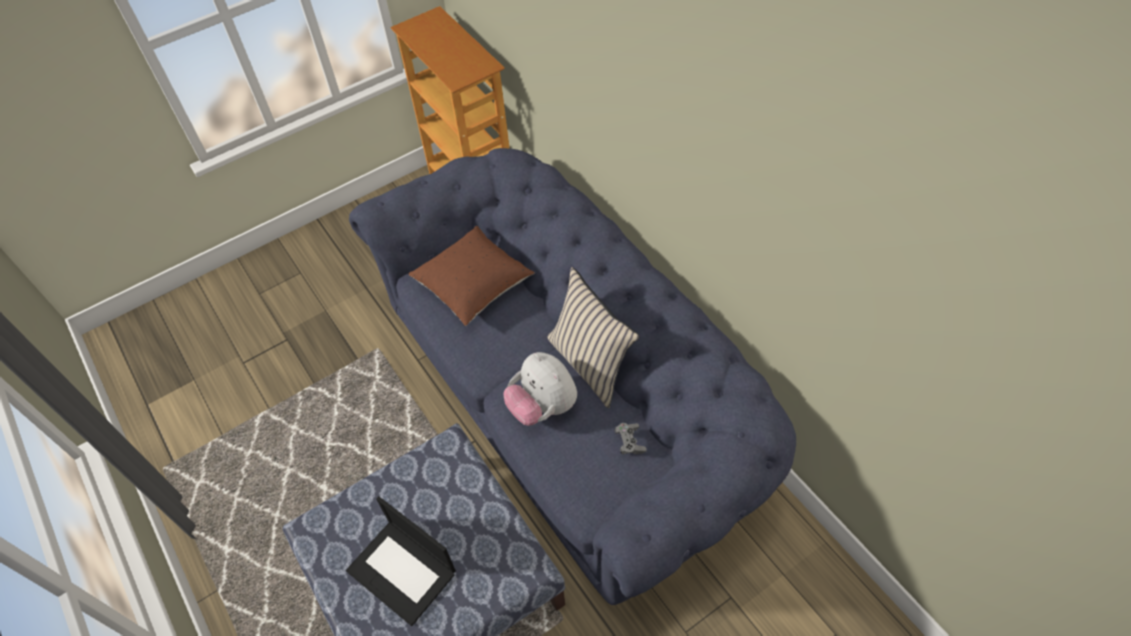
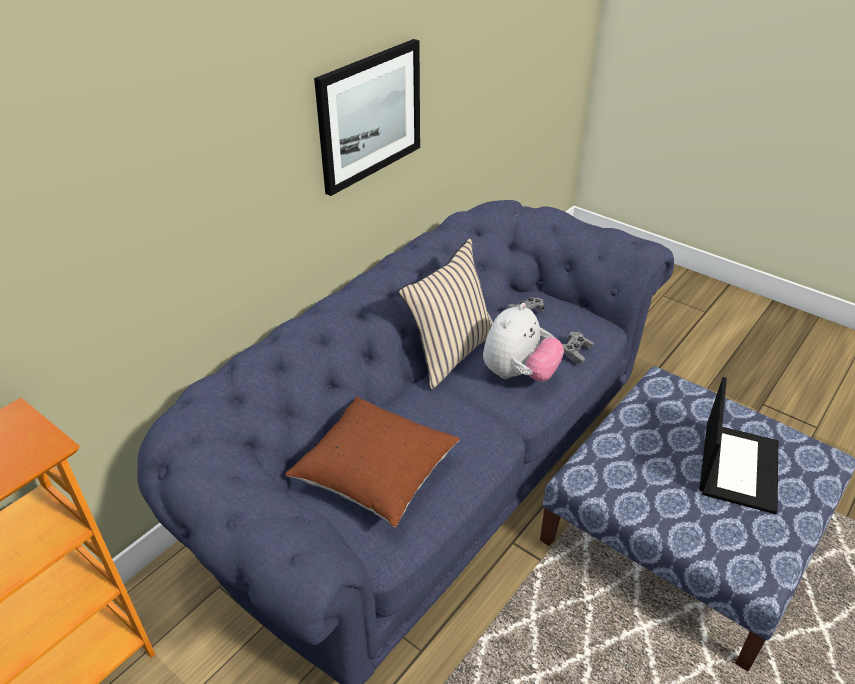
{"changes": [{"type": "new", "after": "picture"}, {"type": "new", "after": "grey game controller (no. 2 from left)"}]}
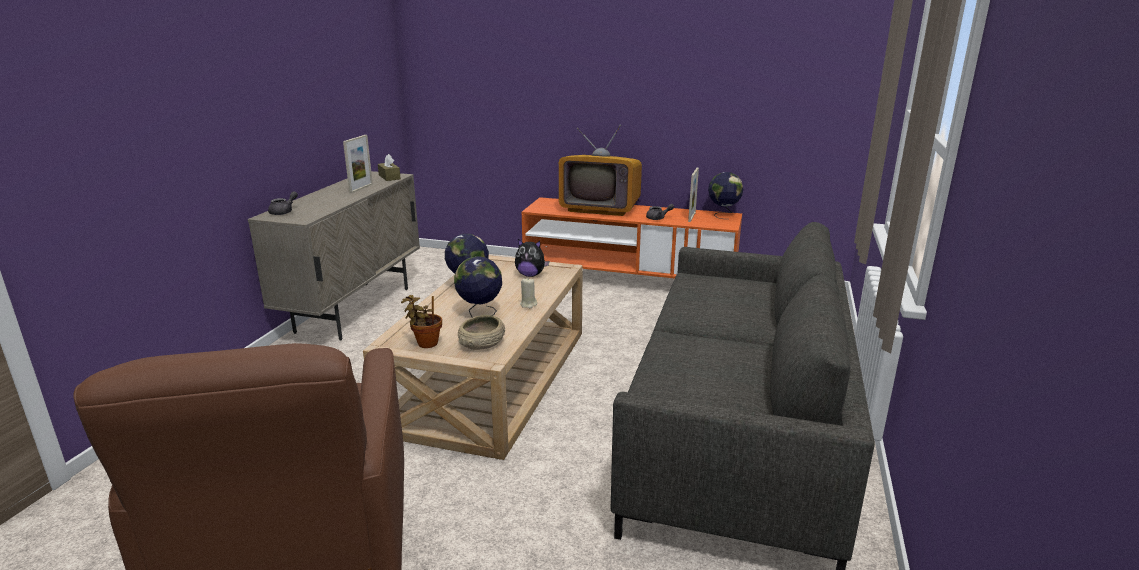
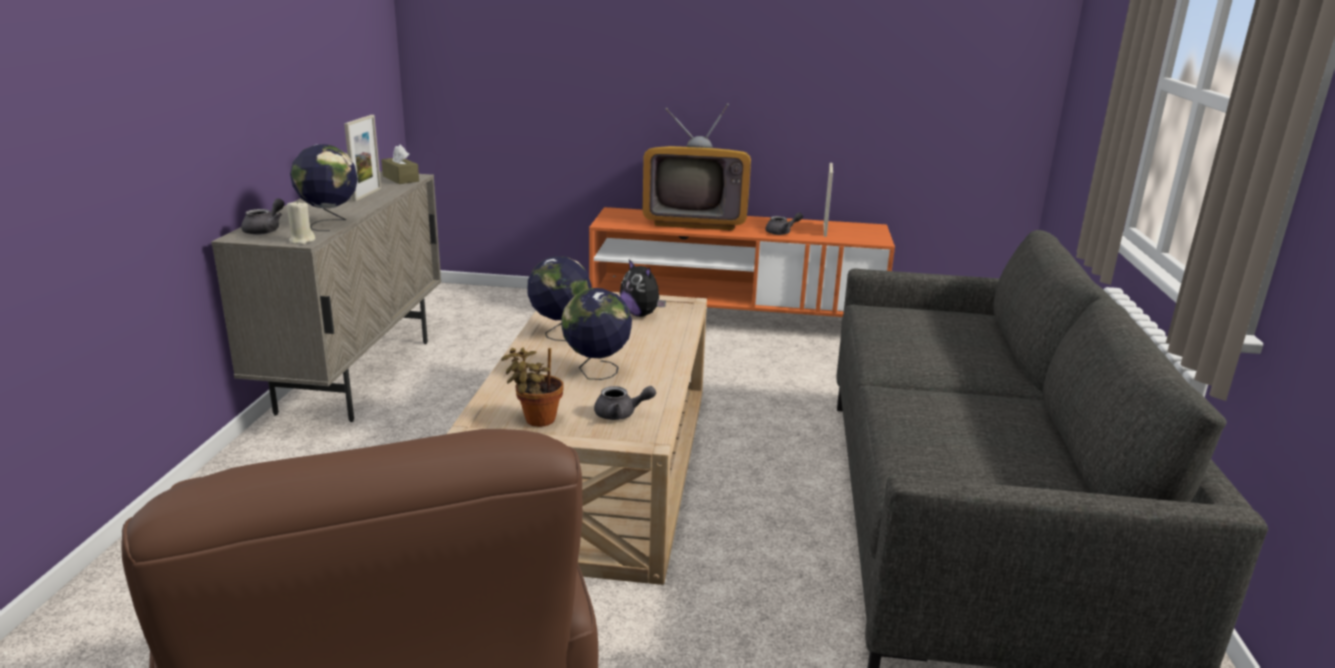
{"changes": [{"type": "shifted", "before": "globe (no. 3 from left in the first image)", "after": "globe (no. 1 from left)"}, {"type": "rotated", "before": "plush toy", "turn": 45}, {"type": "shifted", "before": "beige candle"}, {"type": "swapped", "before": "beige bowl", "after": "grey teapot (no. 2 from left)"}]}
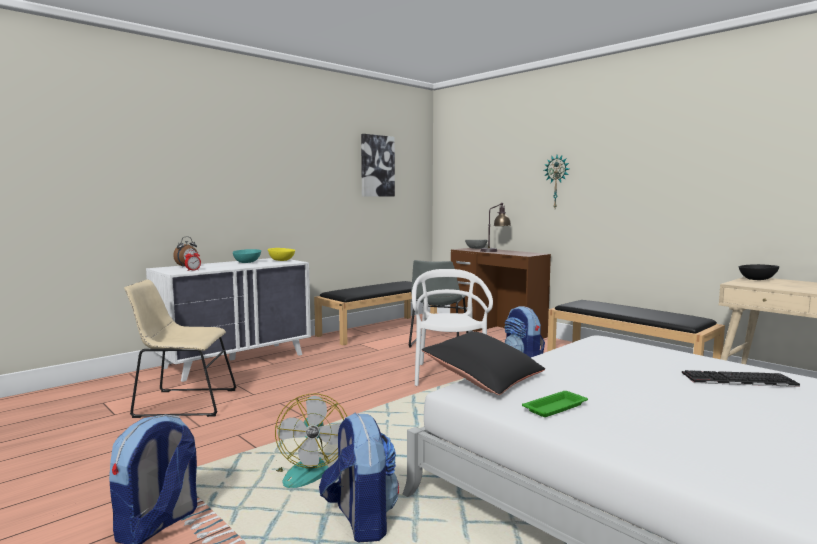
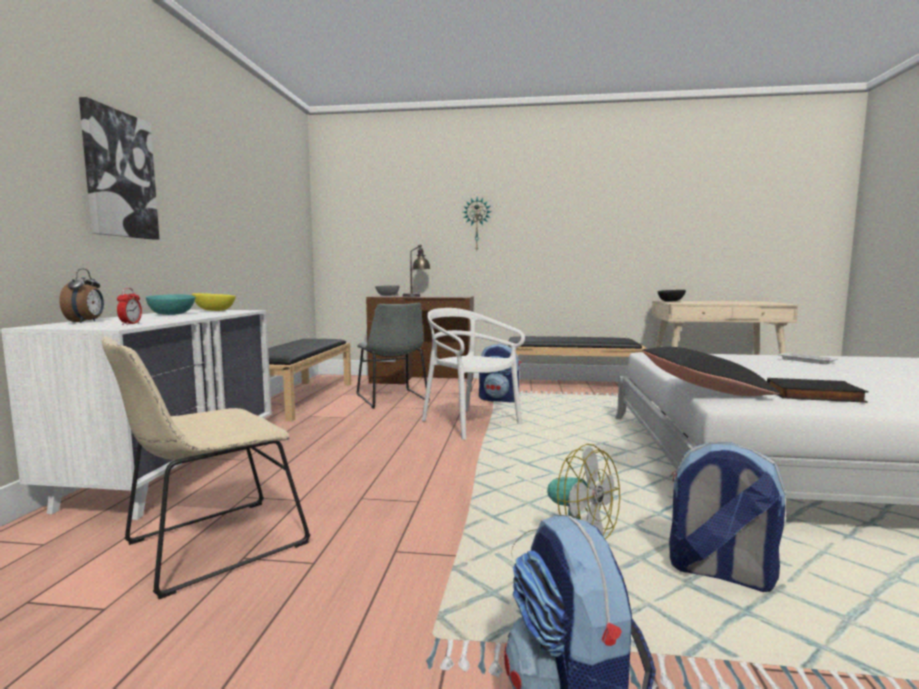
{"changes": [{"type": "shifted", "before": "picture"}, {"type": "swapped", "before": "keyboard", "after": "white tray"}, {"type": "swapped", "before": "green tray", "after": "black book"}]}
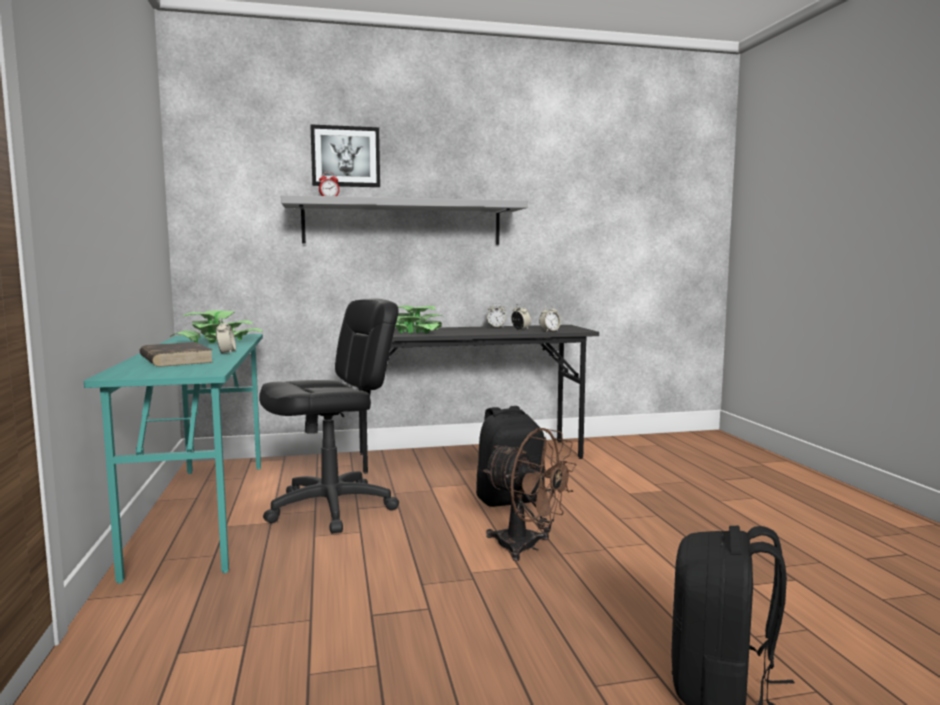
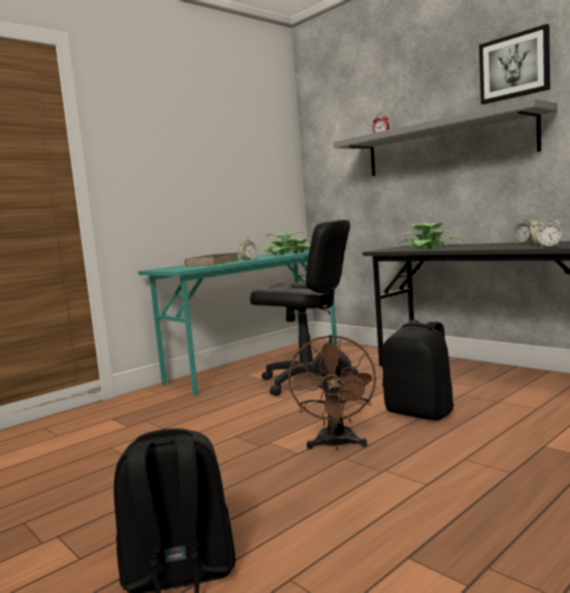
{"changes": [{"type": "shifted", "before": "picture"}]}
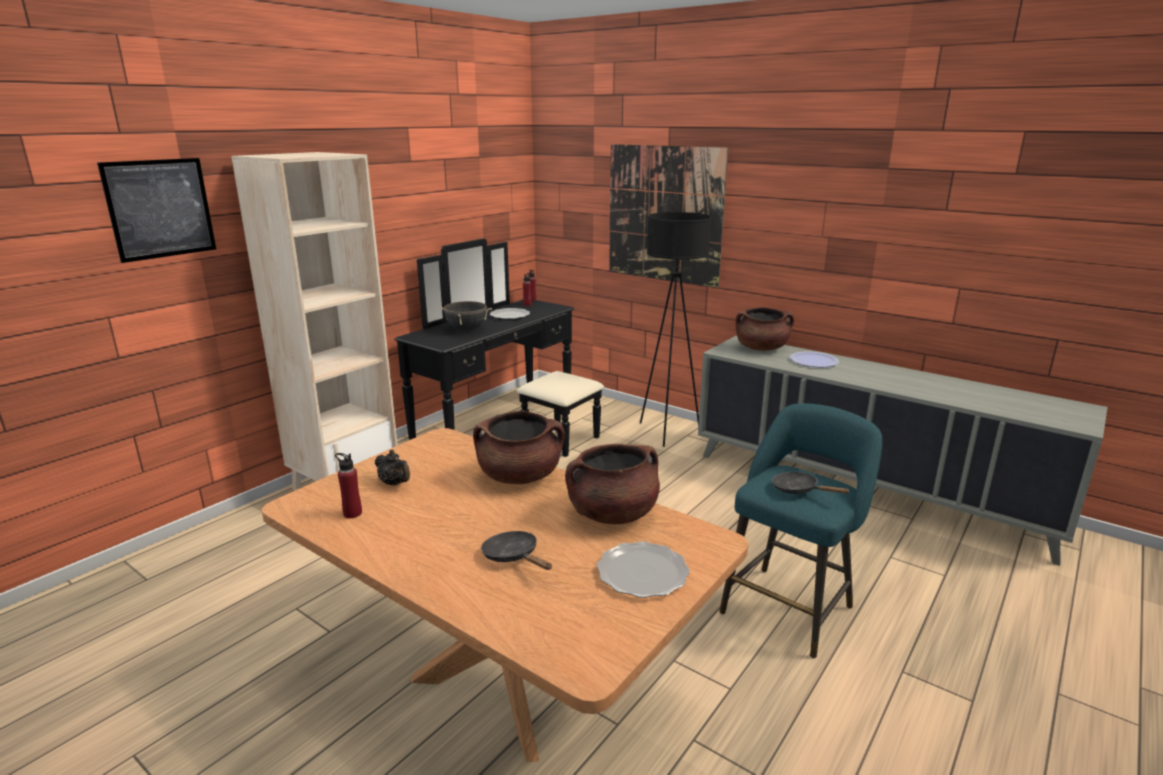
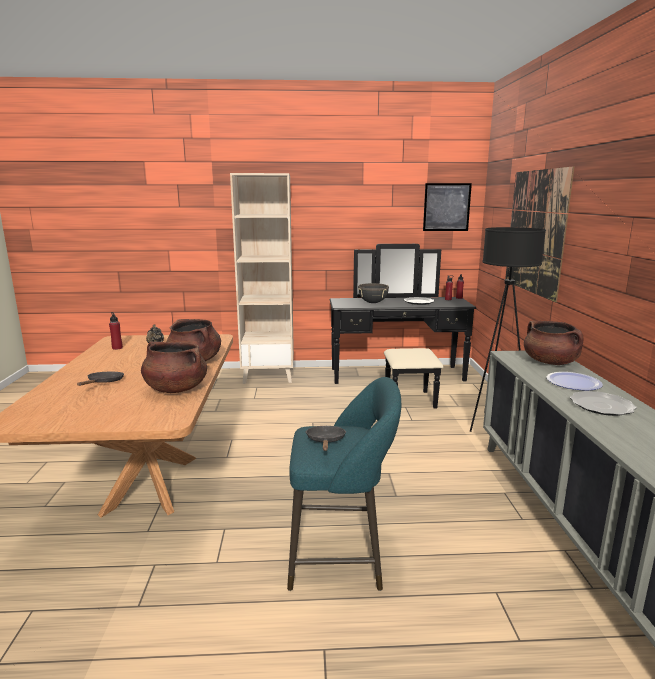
{"changes": [{"type": "shifted", "before": "picture (no. 1 from left)"}, {"type": "shifted", "before": "plate (no. 2 from left in the first image)", "after": "plate (no. 3 from left)"}]}
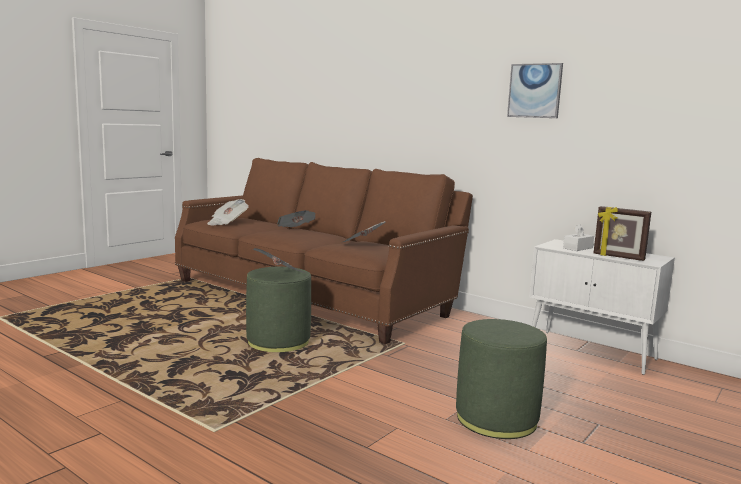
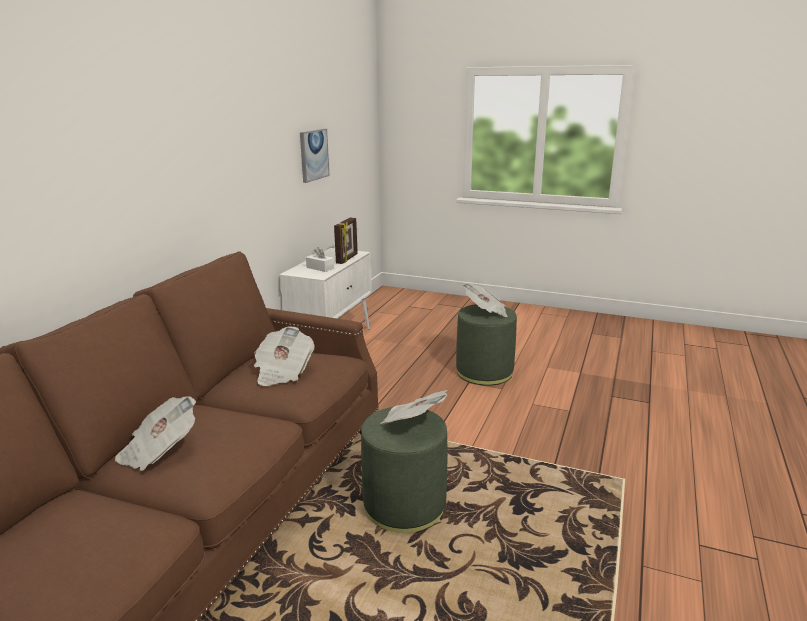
{"changes": [{"type": "shifted", "before": "picture"}, {"type": "shifted", "before": "newspaper (no. 1 from left in the first image)", "after": "newspaper (no. 4 from left)"}]}
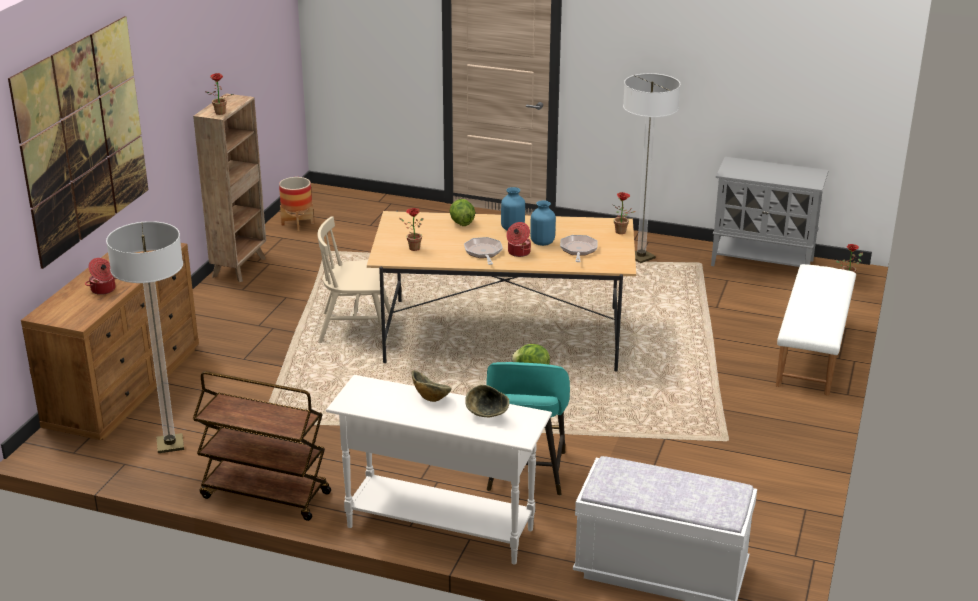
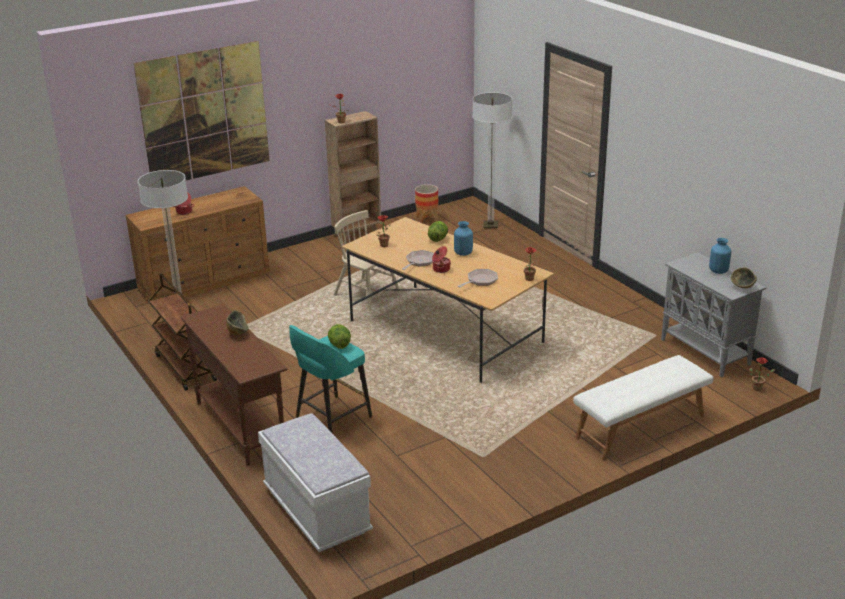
{"changes": [{"type": "shifted", "before": "floor lamp (no. 2 from left)"}, {"type": "shifted", "before": "blue vase (no. 2 from left)"}, {"type": "repainted", "before": "white console table", "after": "brown console table"}, {"type": "shifted", "before": "bowl (no. 2 from left)"}]}
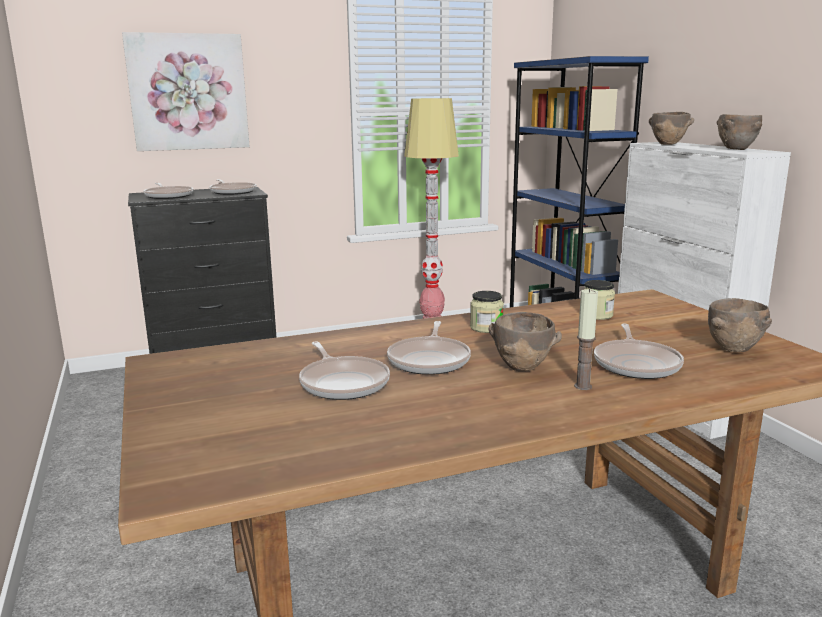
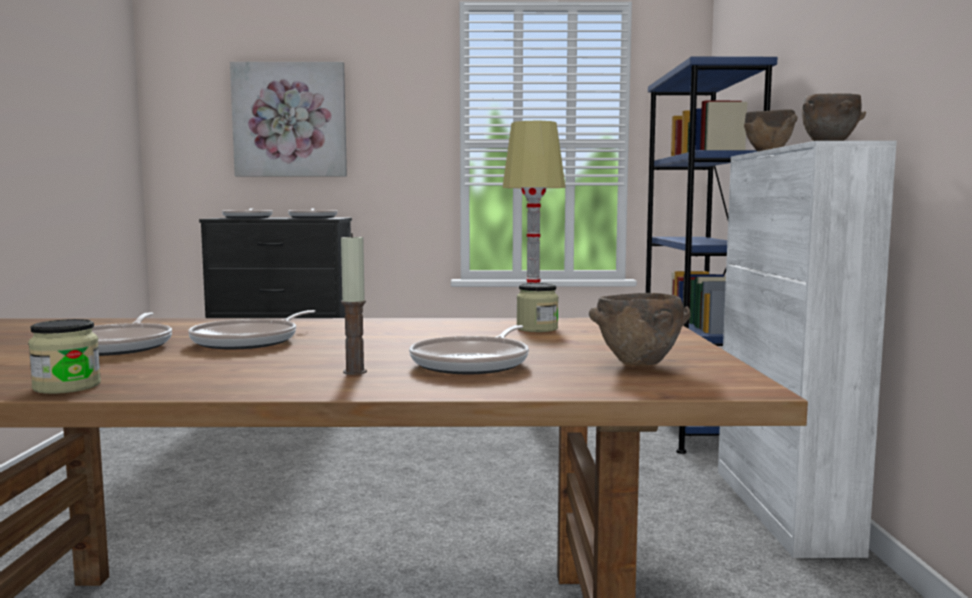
{"changes": [{"type": "shifted", "before": "jar (no. 1 from left)"}, {"type": "gone", "before": "brown bowl (no. 1 from left)"}]}
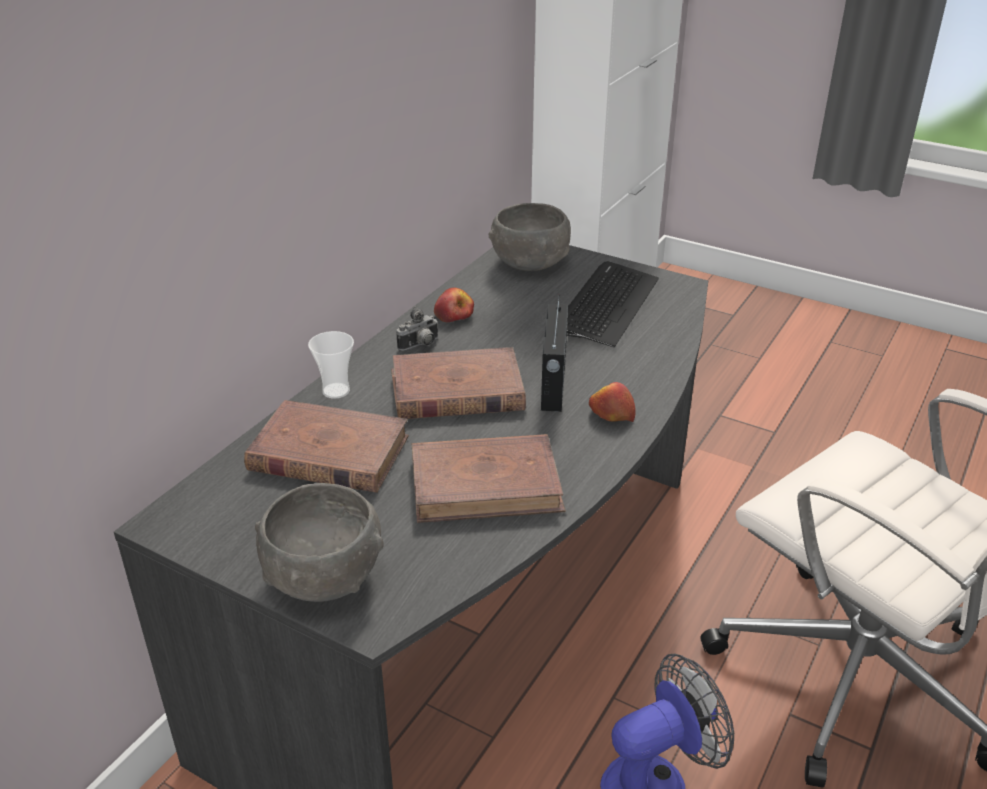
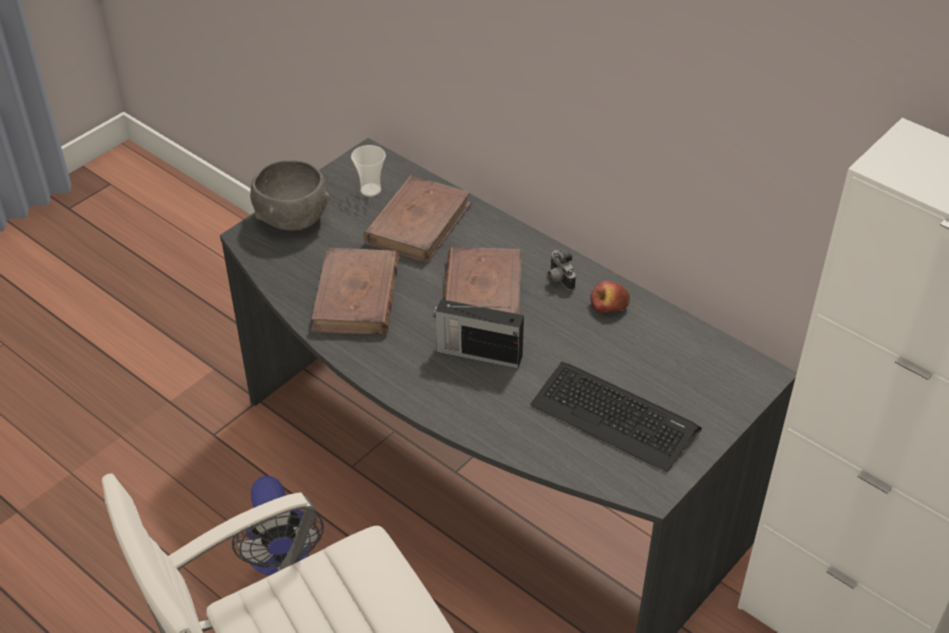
{"changes": [{"type": "gone", "before": "grey bowl (no. 2 from left)"}, {"type": "shifted", "before": "cup"}, {"type": "gone", "before": "apple (no. 2 from left)"}]}
